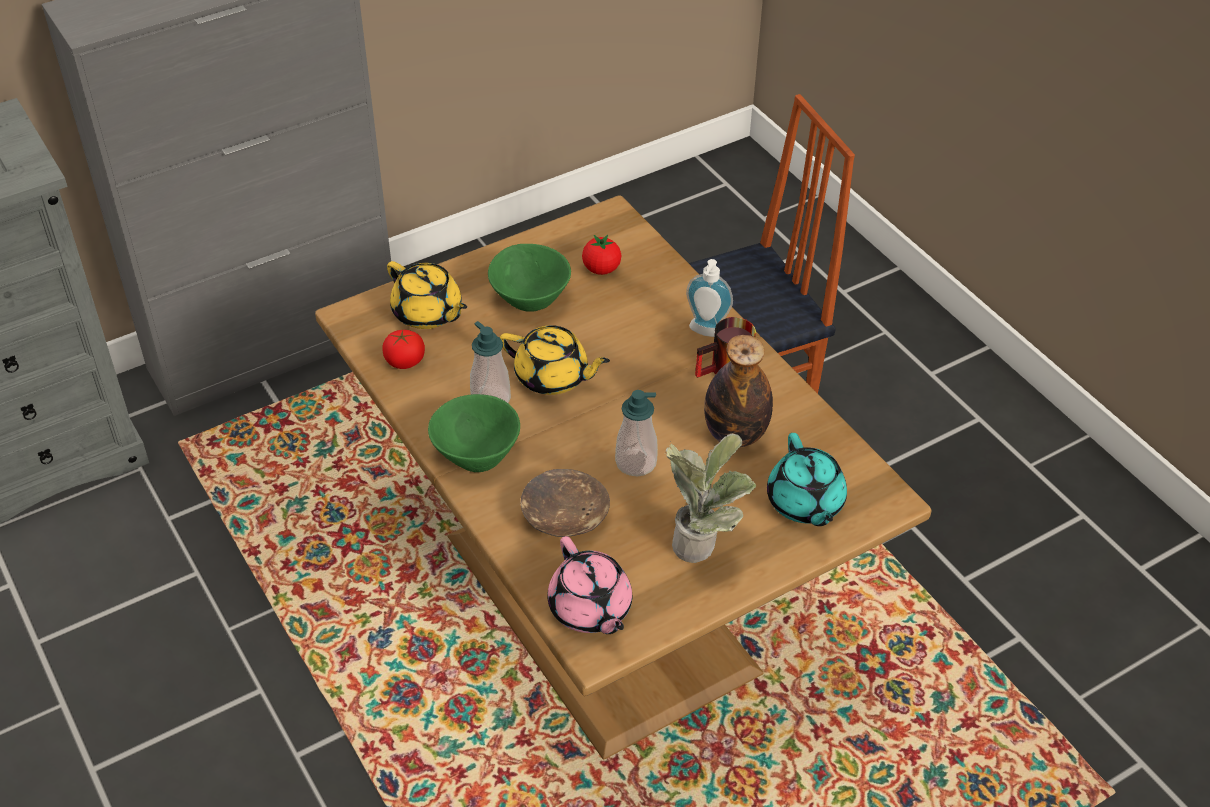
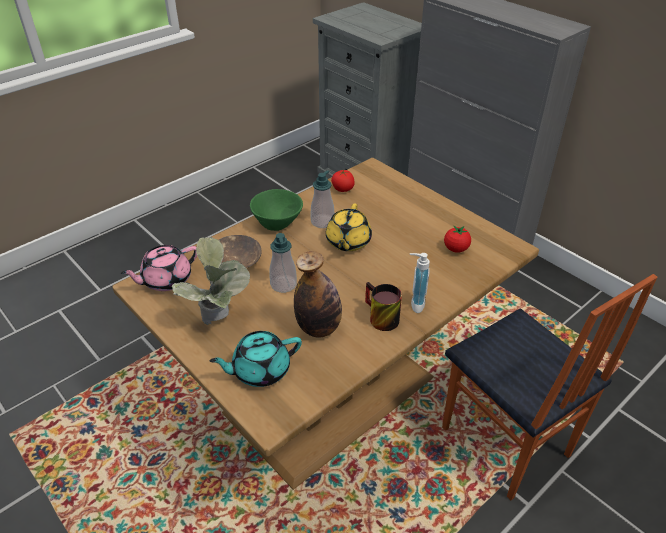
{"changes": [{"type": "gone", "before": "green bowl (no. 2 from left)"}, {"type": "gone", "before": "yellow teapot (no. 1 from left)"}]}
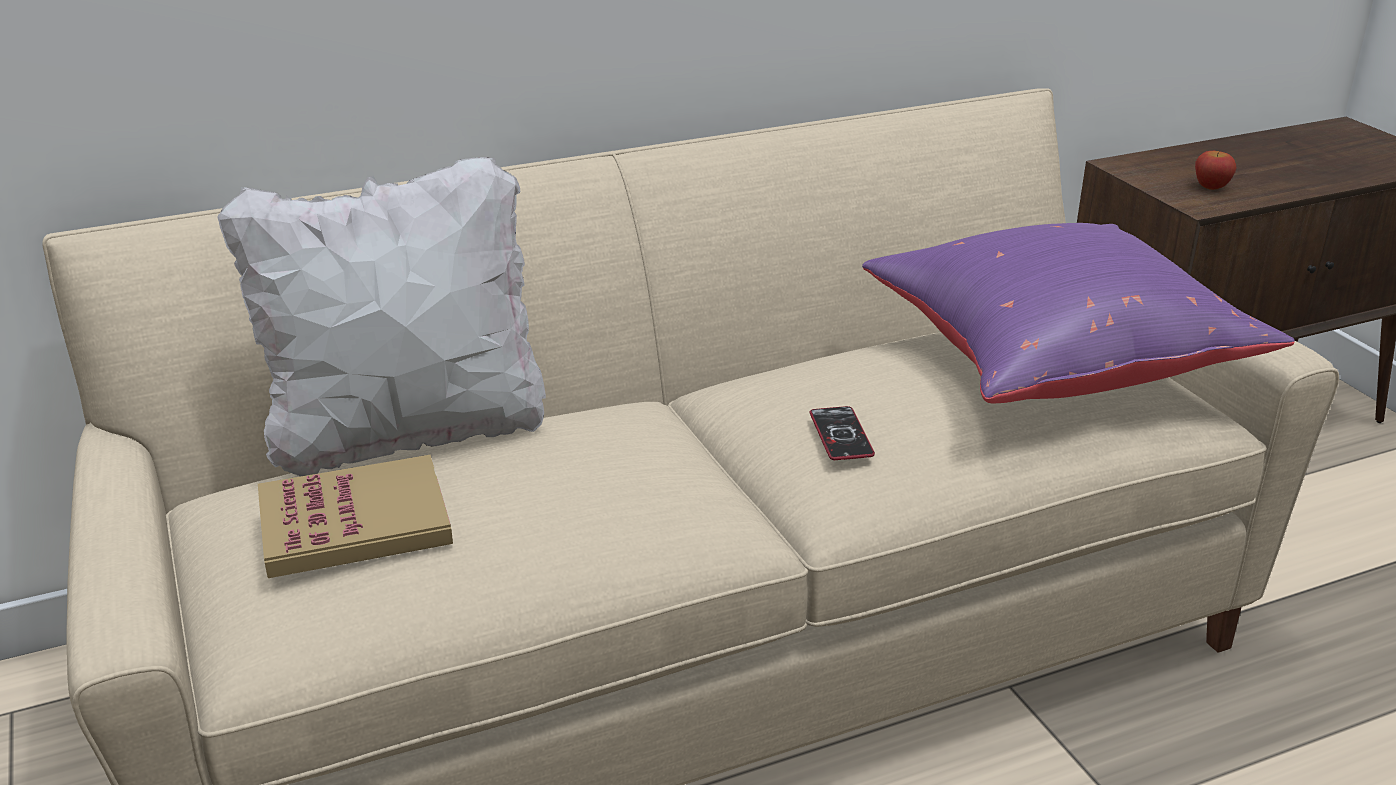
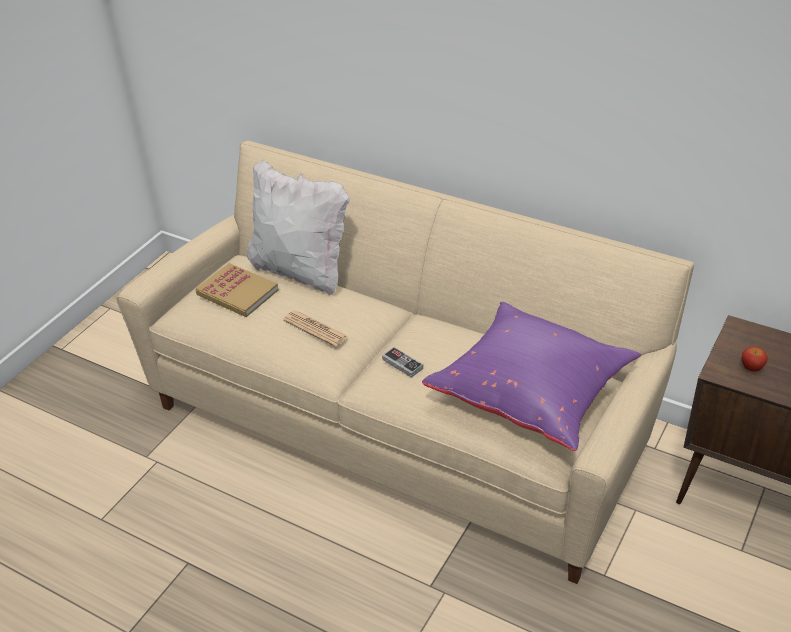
{"changes": [{"type": "swapped", "before": "phone", "after": "game controller"}, {"type": "new", "after": "newspaper"}]}
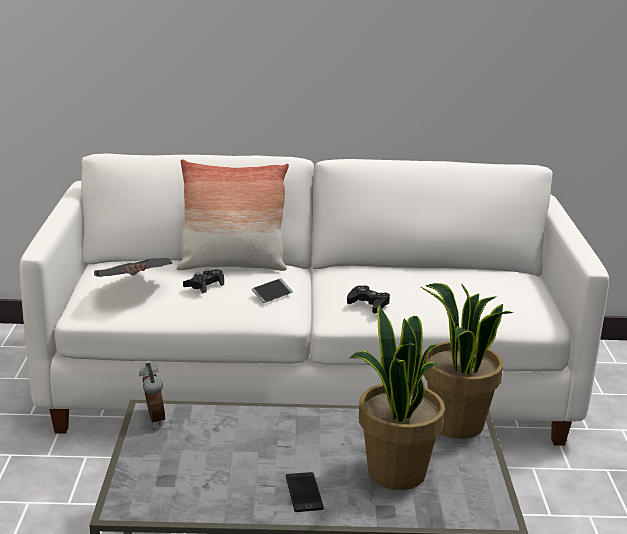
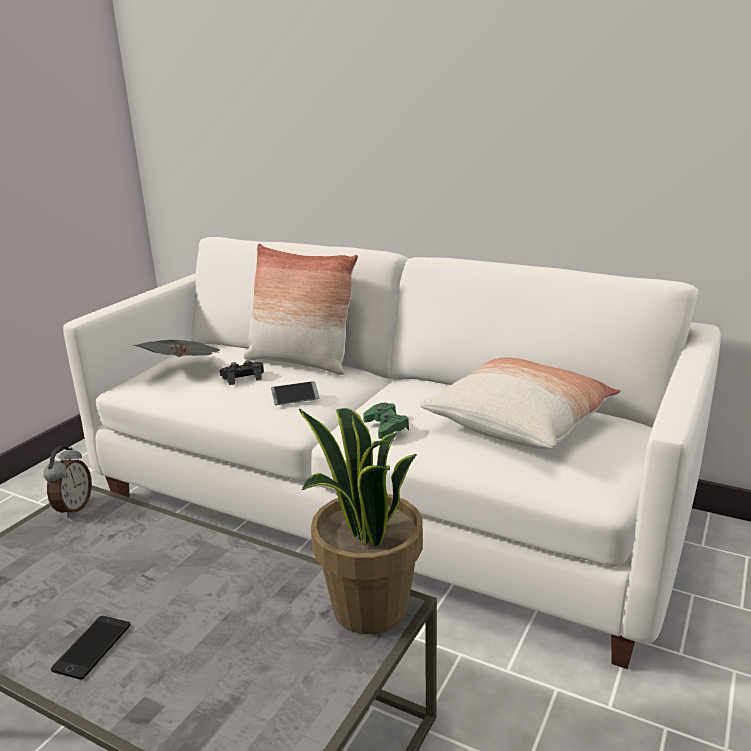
{"changes": [{"type": "repainted", "before": "black game controller (no. 2 from left)", "after": "green game controller"}, {"type": "gone", "before": "potted plant (no. 1 from left)"}, {"type": "new", "after": "pillow (no. 2 from left)"}]}
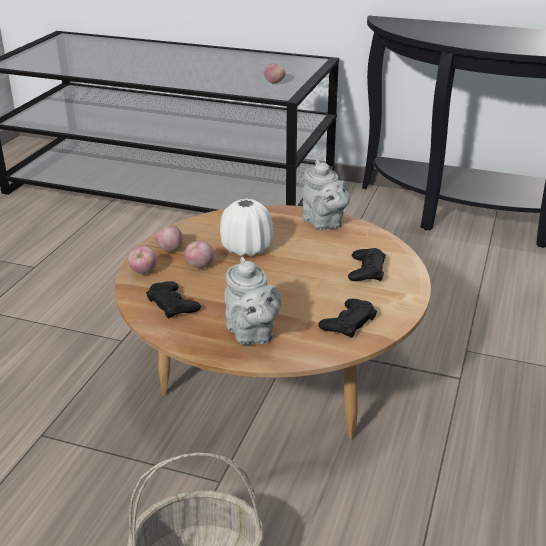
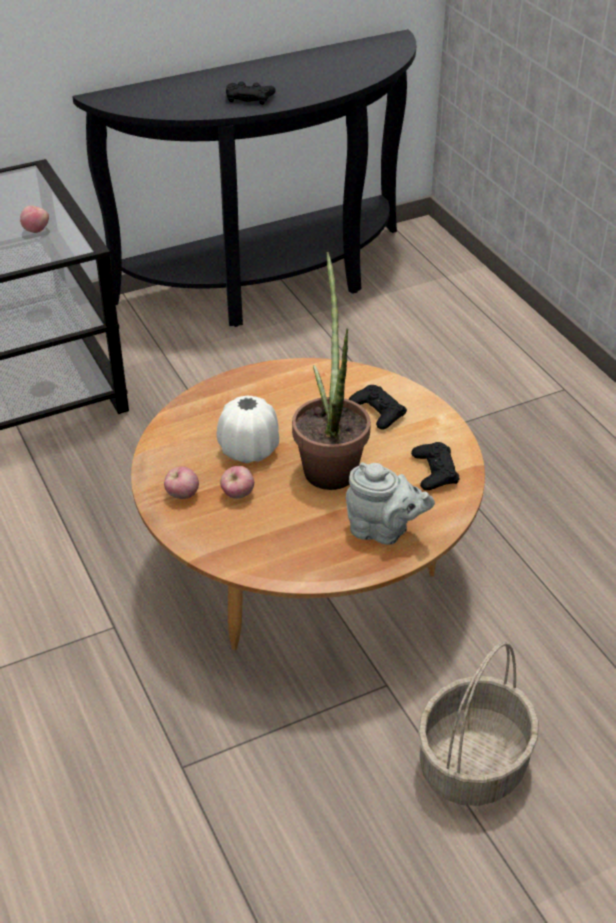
{"changes": [{"type": "gone", "before": "grey teapot (no. 2 from left)"}, {"type": "gone", "before": "apple (no. 1 from left)"}, {"type": "shifted", "before": "black game controller (no. 1 from left)"}, {"type": "new", "after": "potted plant"}]}
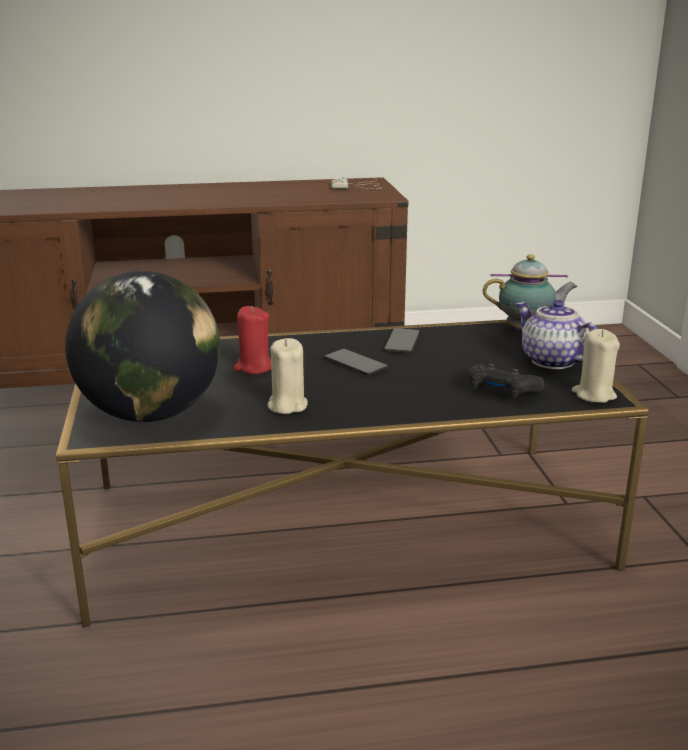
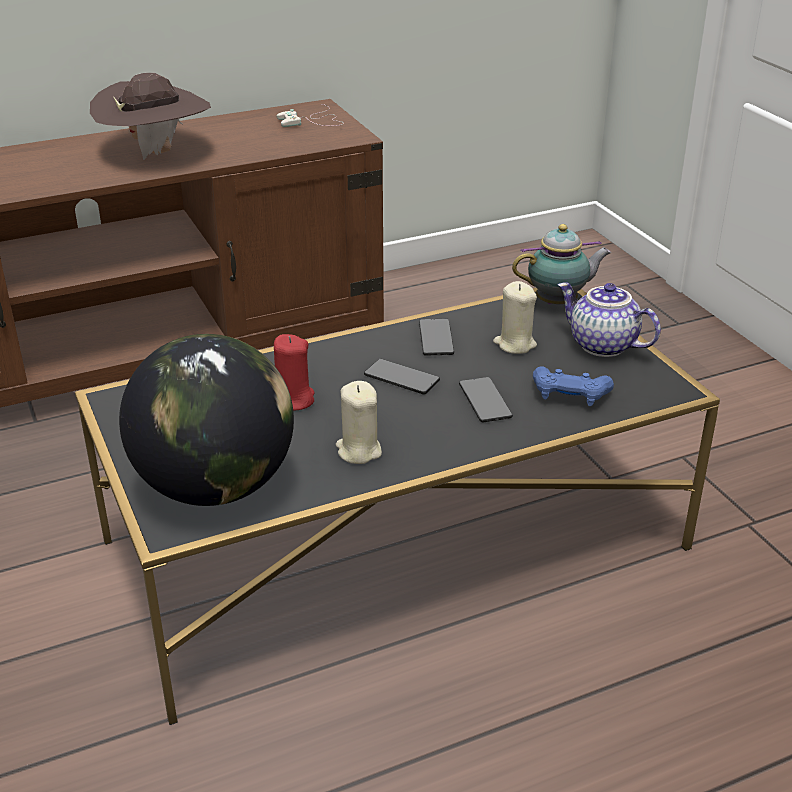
{"changes": [{"type": "shifted", "before": "beige candle (no. 2 from left)"}, {"type": "repainted", "before": "black game controller", "after": "blue game controller"}, {"type": "new", "after": "brown hat"}, {"type": "new", "after": "phone (no. 3 from left)"}]}
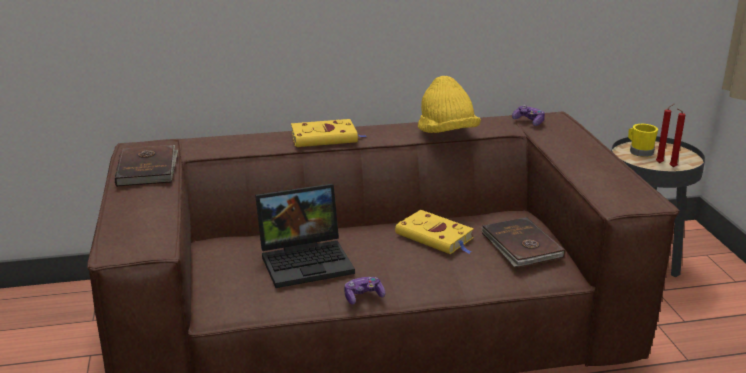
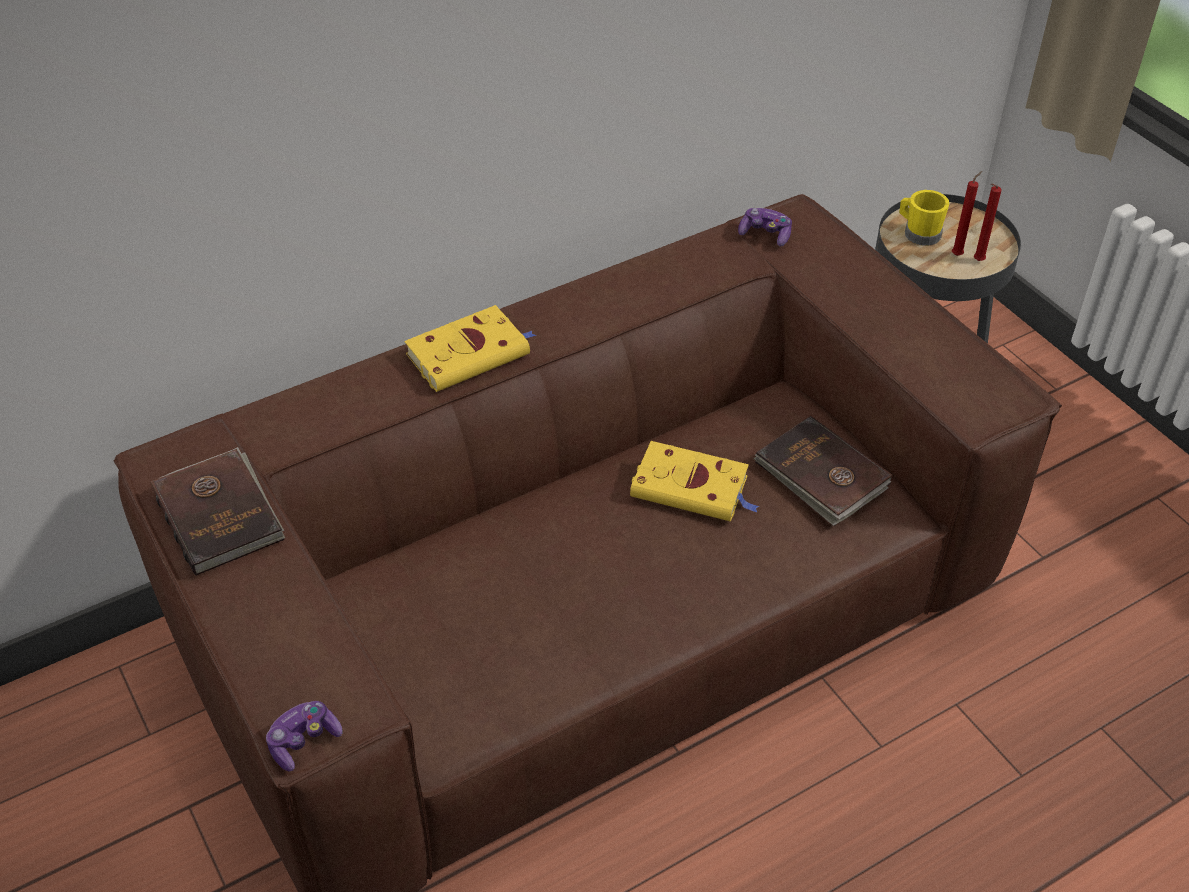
{"changes": [{"type": "gone", "before": "yellow hat"}, {"type": "gone", "before": "laptop"}, {"type": "shifted", "before": "game controller (no. 1 from left)"}]}
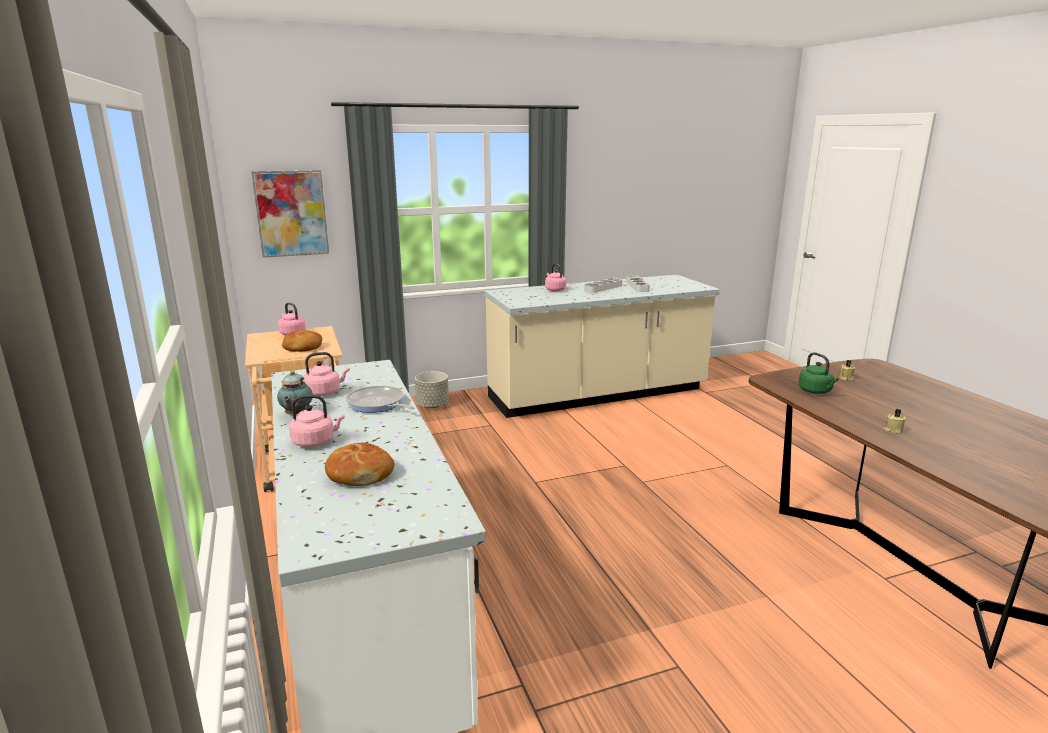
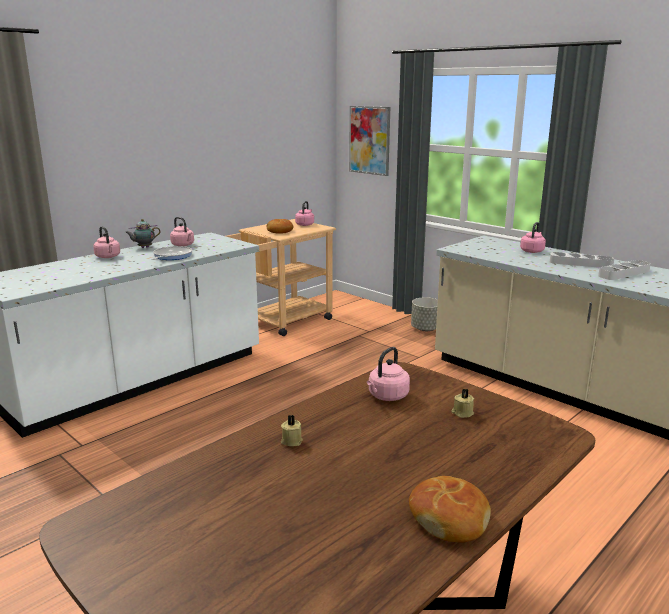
{"changes": [{"type": "repainted", "before": "green kettle", "after": "pink kettle (no. 4 from left)"}, {"type": "shifted", "before": "bread (no. 2 from left)"}]}
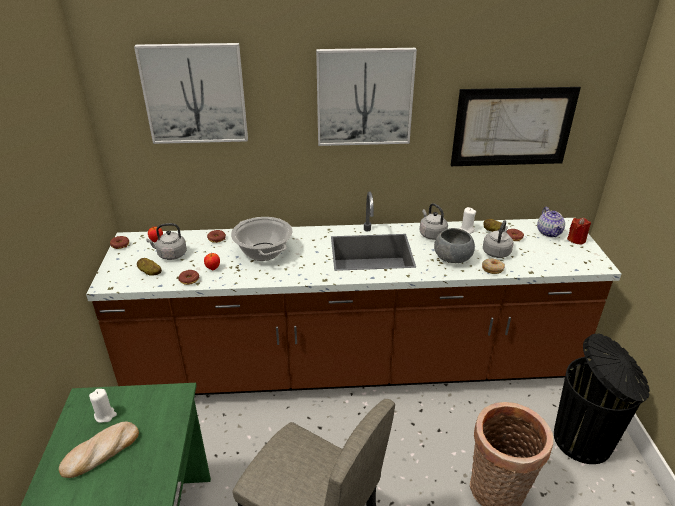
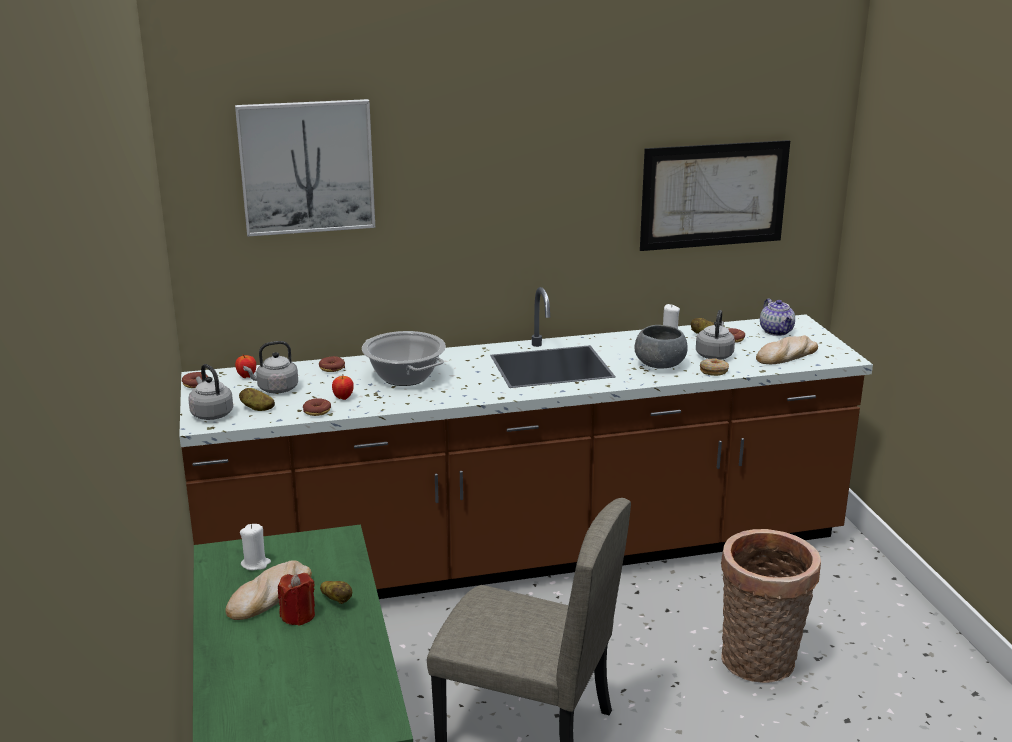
{"changes": [{"type": "gone", "before": "picture (no. 2 from left)"}, {"type": "shifted", "before": "grey kettle (no. 2 from left in the first image)", "after": "grey kettle (no. 1 from left)"}, {"type": "shifted", "before": "red candle"}, {"type": "gone", "before": "black trash can"}, {"type": "new", "after": "bread (no. 2 from left)"}, {"type": "new", "after": "potato (no. 2 from left)"}]}
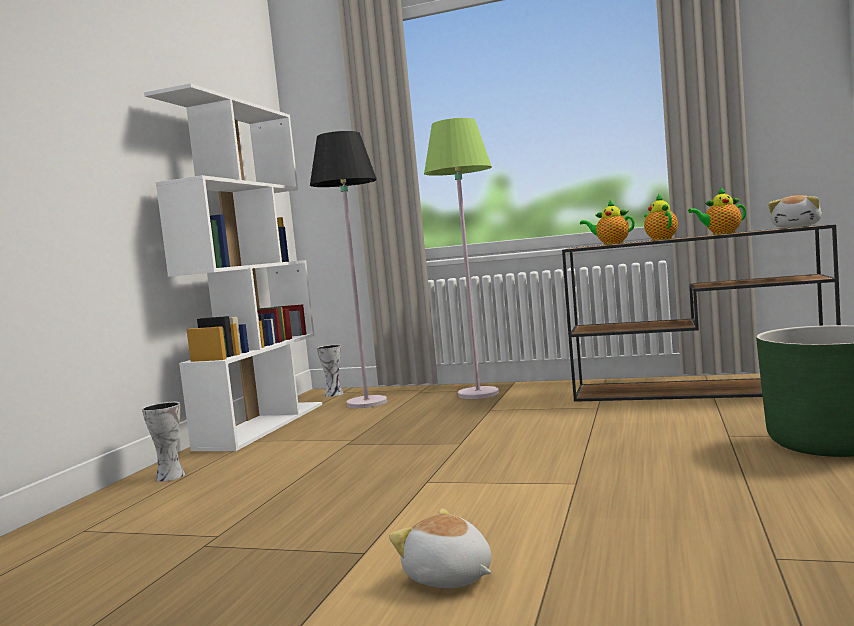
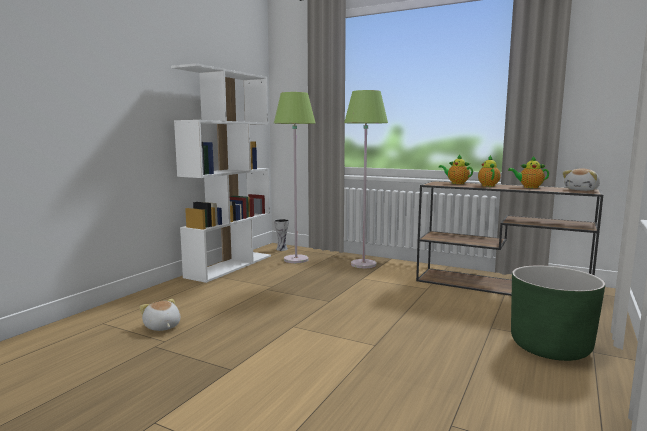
{"changes": [{"type": "repainted", "before": "black floor lamp", "after": "green floor lamp (no. 1 from left)"}, {"type": "gone", "before": "vase (no. 1 from left)"}, {"type": "shifted", "before": "plush toy (no. 1 from left)"}]}
